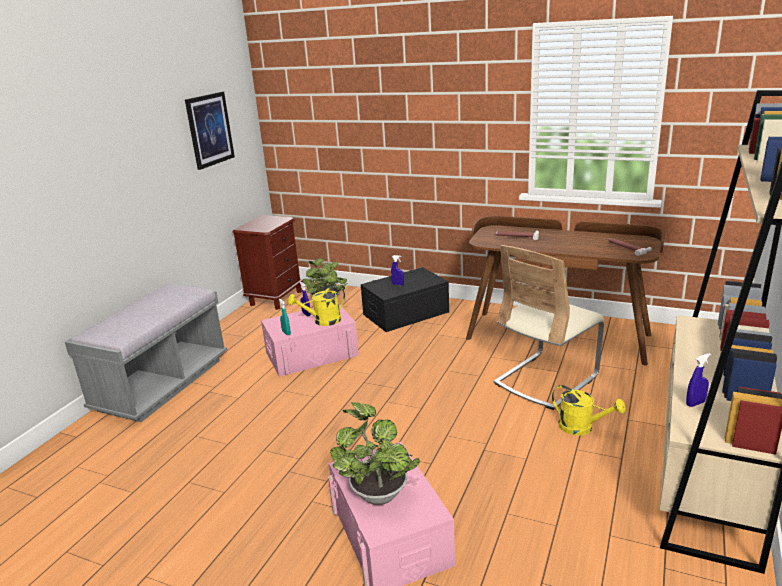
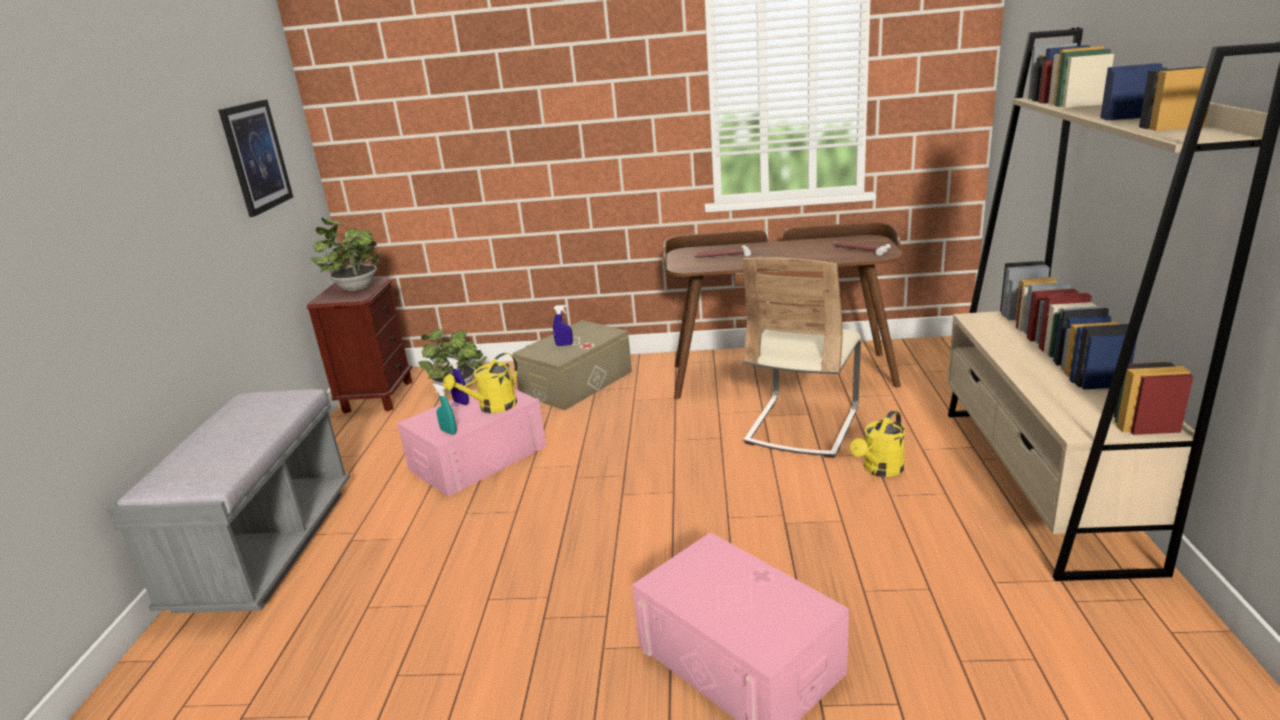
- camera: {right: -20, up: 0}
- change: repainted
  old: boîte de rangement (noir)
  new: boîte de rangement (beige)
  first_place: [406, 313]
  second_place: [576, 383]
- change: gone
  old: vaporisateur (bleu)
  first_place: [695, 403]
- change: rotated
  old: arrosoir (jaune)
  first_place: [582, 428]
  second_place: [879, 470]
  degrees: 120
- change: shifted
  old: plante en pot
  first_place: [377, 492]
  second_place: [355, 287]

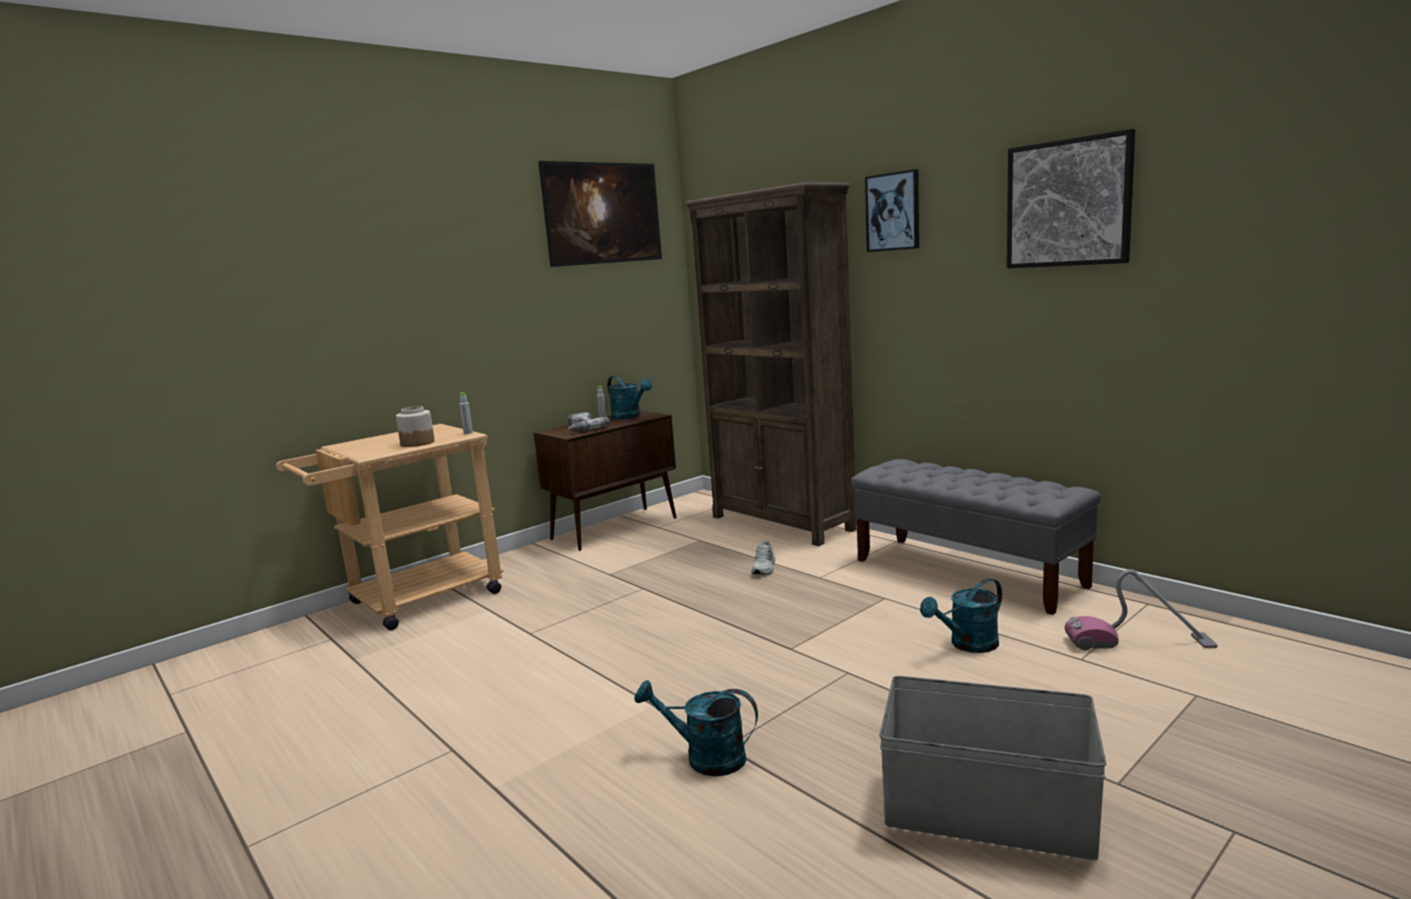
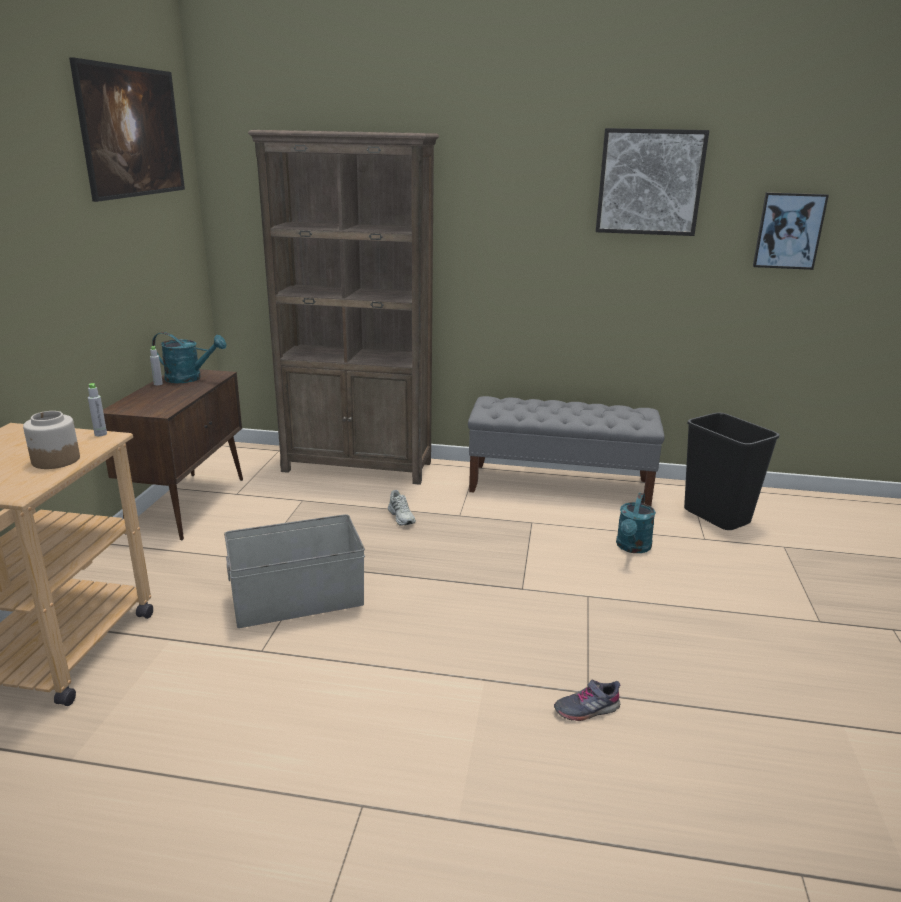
- camera: {right: -40, up: 10}
- change: shifted
  old: tableau
  first_place: [893, 212]
  second_place: [789, 231]
- change: gone
  old: perceuse
  first_place: [581, 428]
- change: swapped
  old: aspirateur
  new: poubelle (noir)
  first_place: [1138, 642]
  second_place: [717, 517]
- change: shifted
  old: boîte de rangement (gris)
  first_place: [988, 812]
  second_place: [298, 600]
- change: swapped
  old: arrosoir (turquoise)
  new: chaussure (gris)
  first_place: [705, 757]
  second_place: [586, 709]

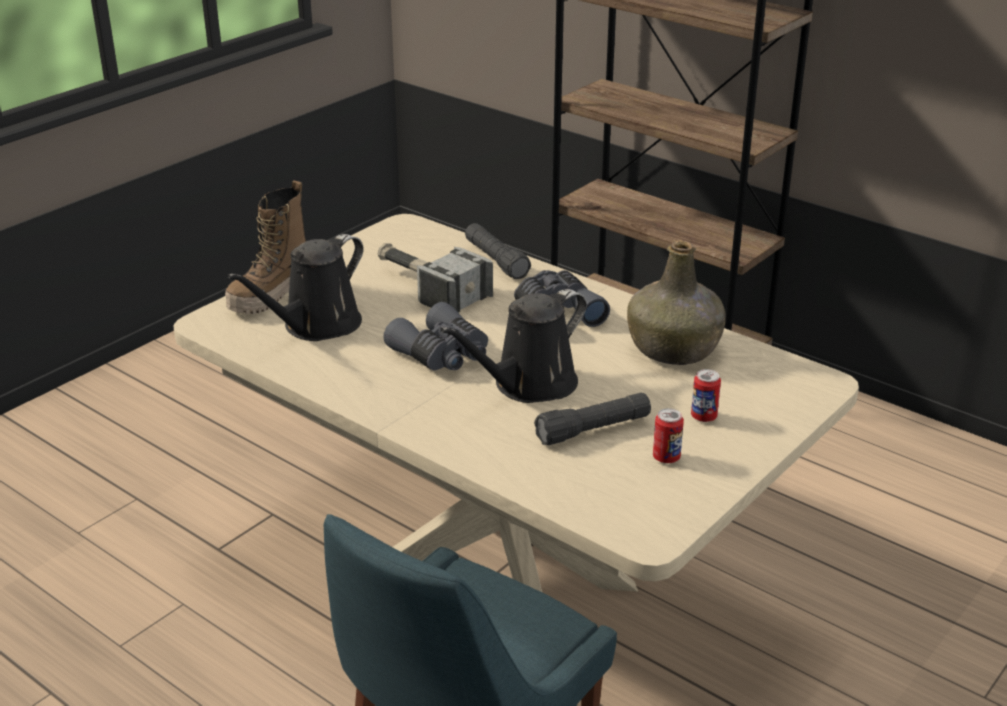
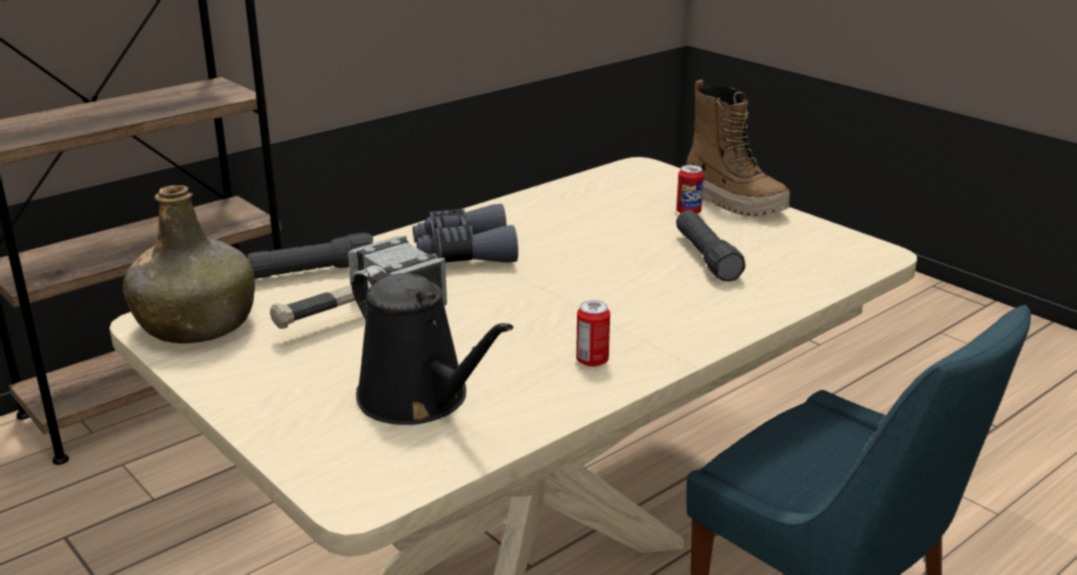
- camera: {right: -80, up: -5}
- change: shifted
  old: botte
  first_place: [270, 296]
  second_place: [734, 203]
- change: shifted
  old: bouteille (vert)
  first_place: [674, 348]
  second_place: [197, 324]
- change: gone
  old: arrosoir (noir)
  first_place: [529, 385]
- change: gone
  old: jumelles (gris)
  first_place: [442, 354]
- change: shifted
  old: boîte métallique
  first_place: [666, 457]
  second_place: [592, 361]

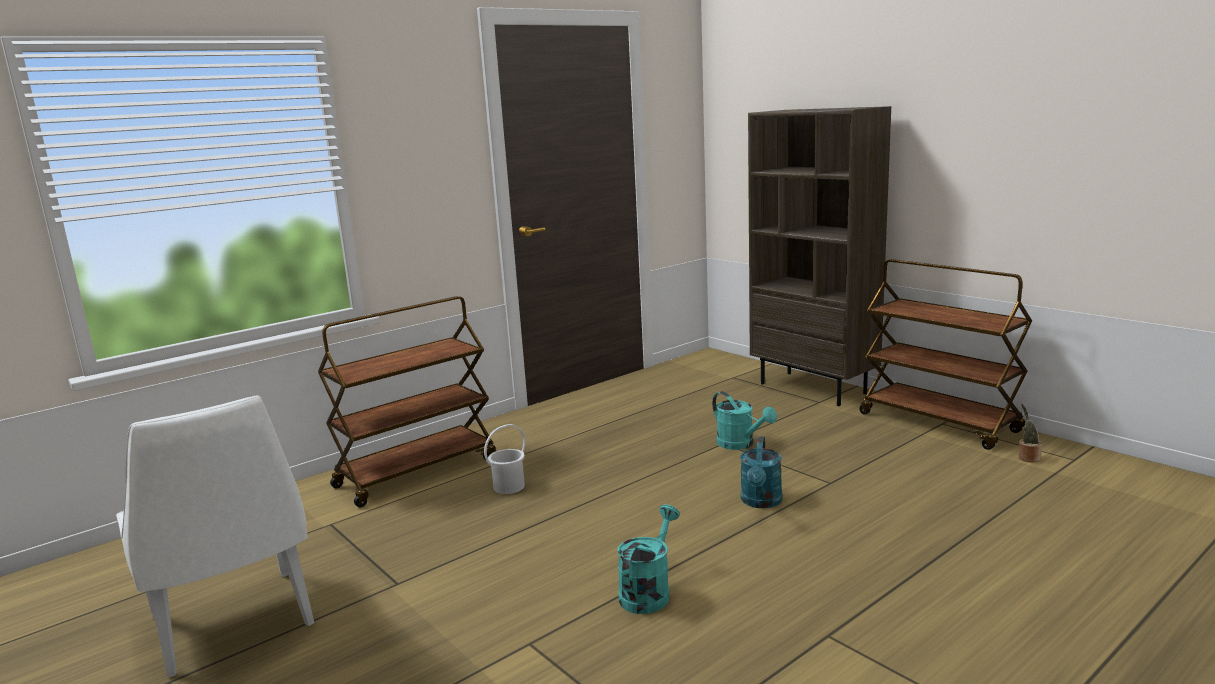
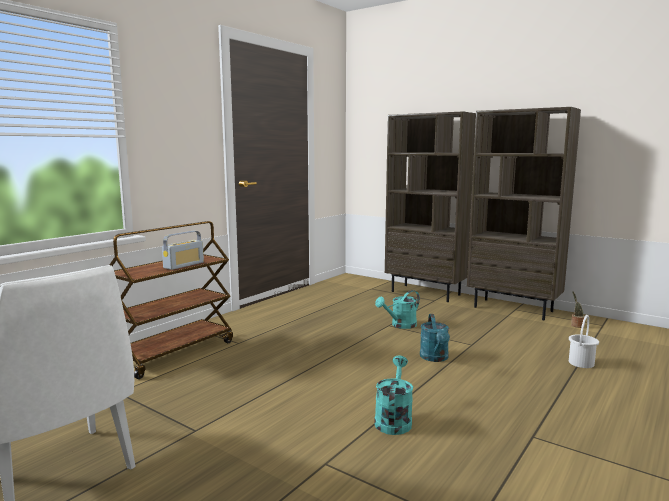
- camera: {right: -15, up: -5}
- change: swapped
  old: chariot (marron)
  new: bibliothèque (marron)
  first_place: [940, 423]
  second_place: [514, 309]
- change: rotated
  old: arrosoir (turquoise)
  first_place: [740, 444]
  second_place: [400, 325]
  degrees: 105
- change: shifted
  old: seau (blanc)
  first_place: [508, 486]
  second_place: [580, 363]
- change: new
  new: radio
  second_place: [184, 265]

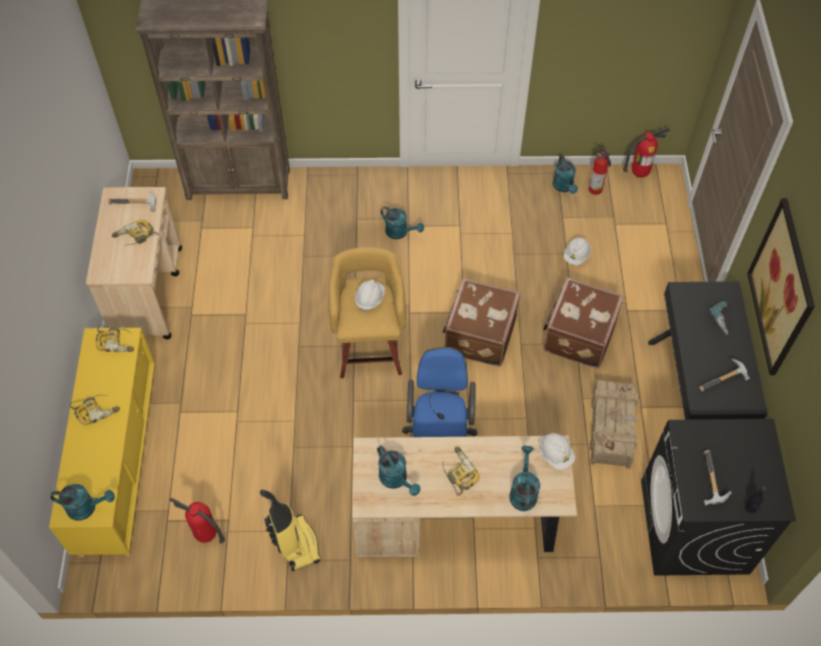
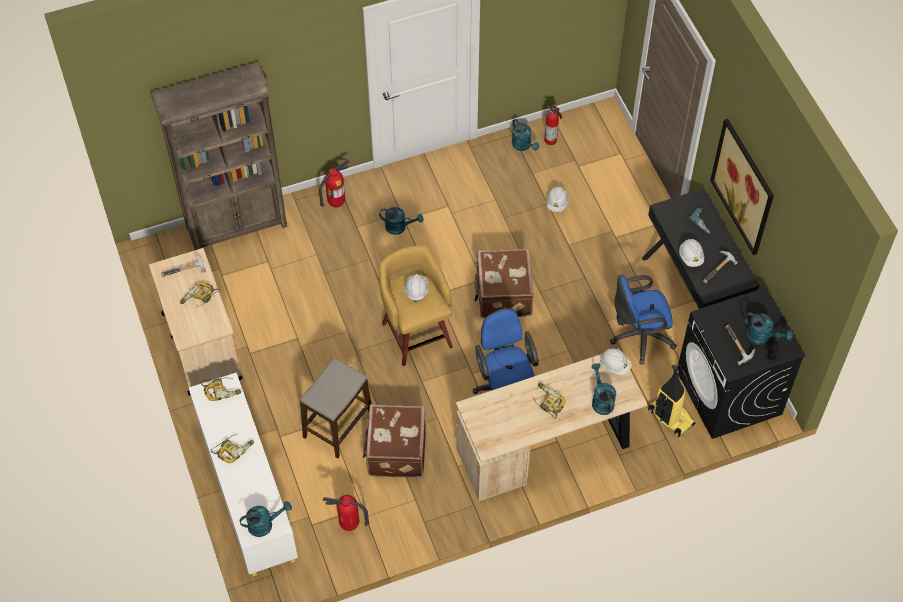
- camera: {right: -20, up: 0}
- change: shifted
  old: extincteur
  first_place: [639, 173]
  second_place: [336, 203]
- change: shifted
  old: valise (marron)
  first_place: [578, 335]
  second_place: [395, 451]
- change: repainted
  old: meuble de rangement (jaune)
  new: meuble de rangement (blanc)
  first_place: [118, 460]
  second_place: [247, 492]
- change: swapped
  old: caisse
  new: chaise de bureau (bleu)
  first_place: [612, 428]
  second_place: [639, 337]
- change: shifted
  old: arrosoir (turquoise)
  first_place: [396, 480]
  second_place: [762, 337]
- change: shifted
  old: aspirateur
  first_place: [296, 544]
  second_place: [669, 417]
- change: new
  new: casque de chantier (blanc)
  second_place: [690, 257]
- change: new
  new: tabouret
  second_place: [337, 425]

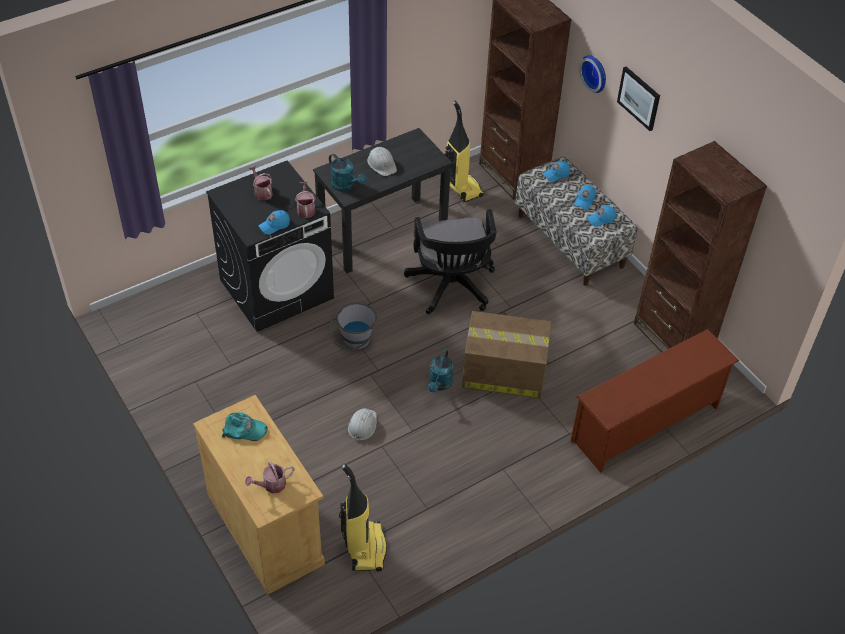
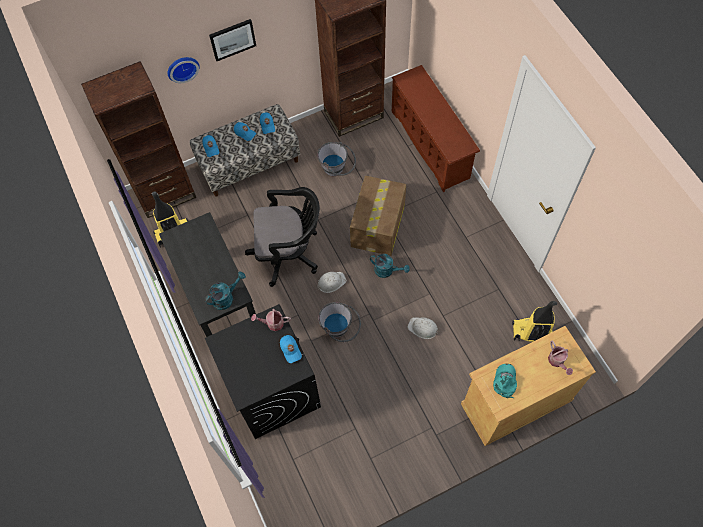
- camera: {right: -80, up: 15}
- change: shifted
  old: casque de chantier (blanc)
  first_place: [382, 164]
  second_place: [331, 282]
- change: gone
  old: arrosoir
  first_place: [262, 192]
- change: new
  new: seau (gris)
  second_place: [337, 170]

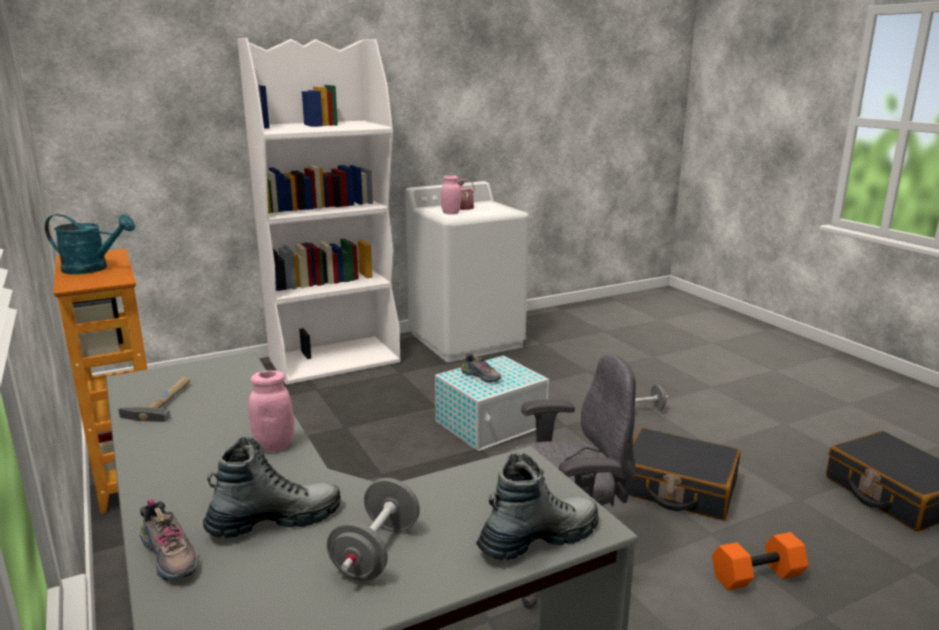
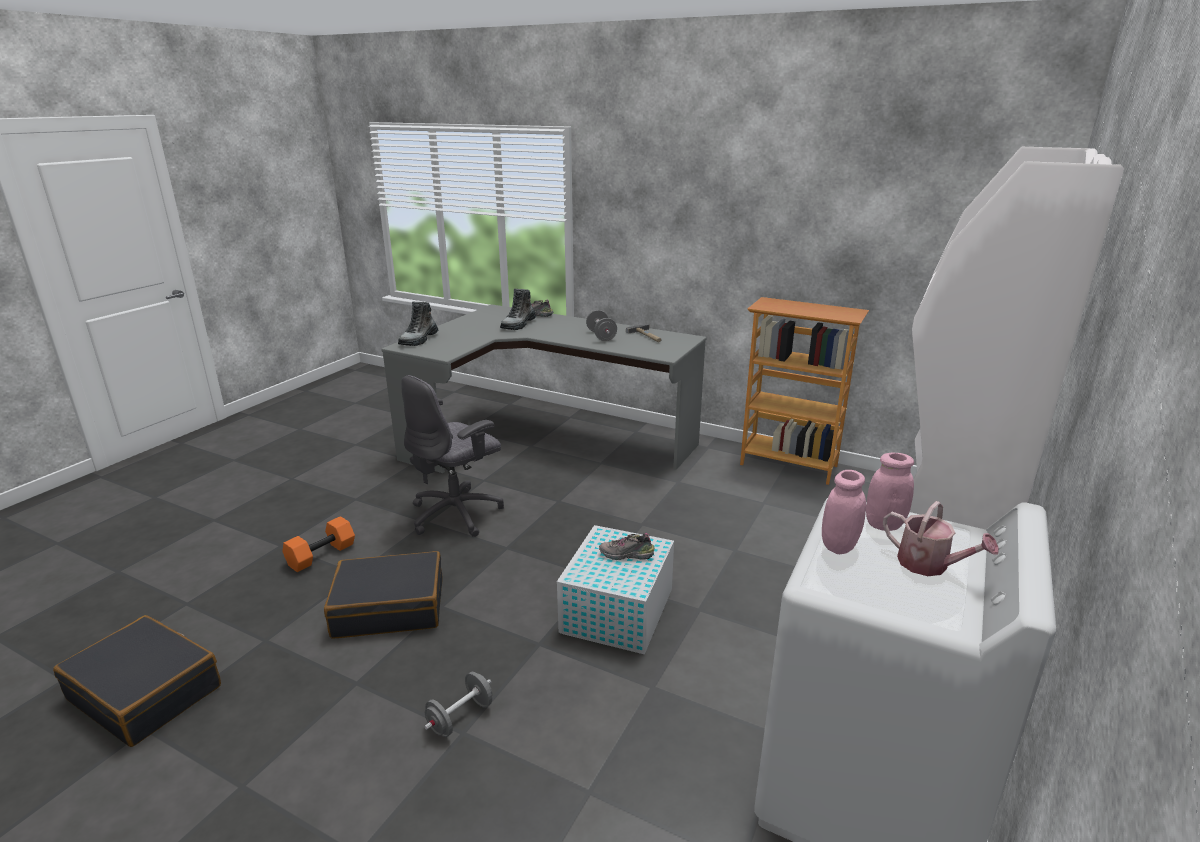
- camera: {right: 145, up: 5}
- change: gone
  old: arrosoir (turquoise)
  first_place: [93, 269]
- change: shifted
  old: bocal (rose)
  first_place: [274, 445]
  second_place: [839, 546]
- change: shifted
  old: haltère (gris)
  first_place: [376, 552]
  second_place: [601, 336]

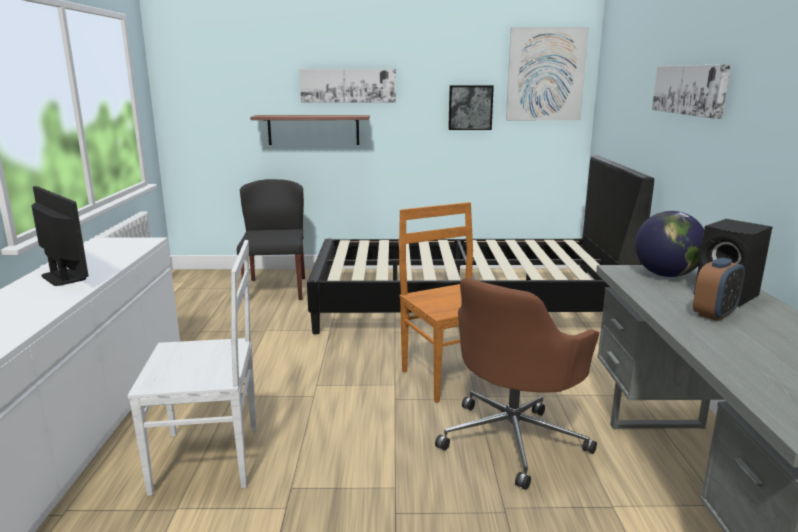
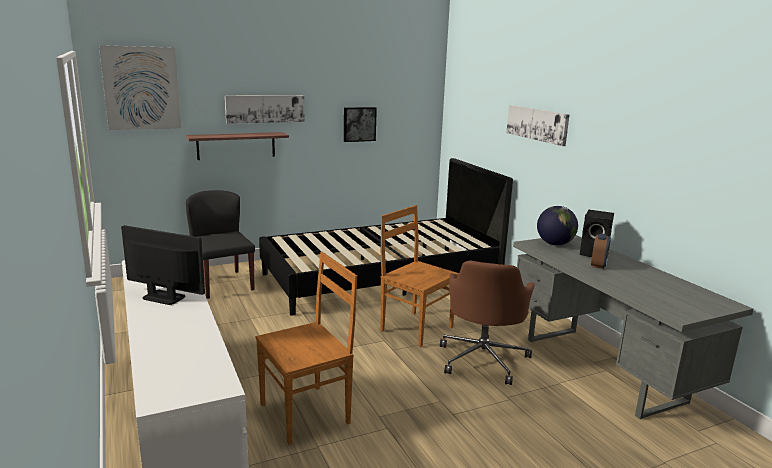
- camera: {right: -25, up: 0}
- change: shifted
  old: tableau
  first_place: [546, 74]
  second_place: [141, 88]
- change: repainted
  old: chaise (blanc)
  new: chaise (marron)
  first_place: [210, 459]
  second_place: [307, 413]

